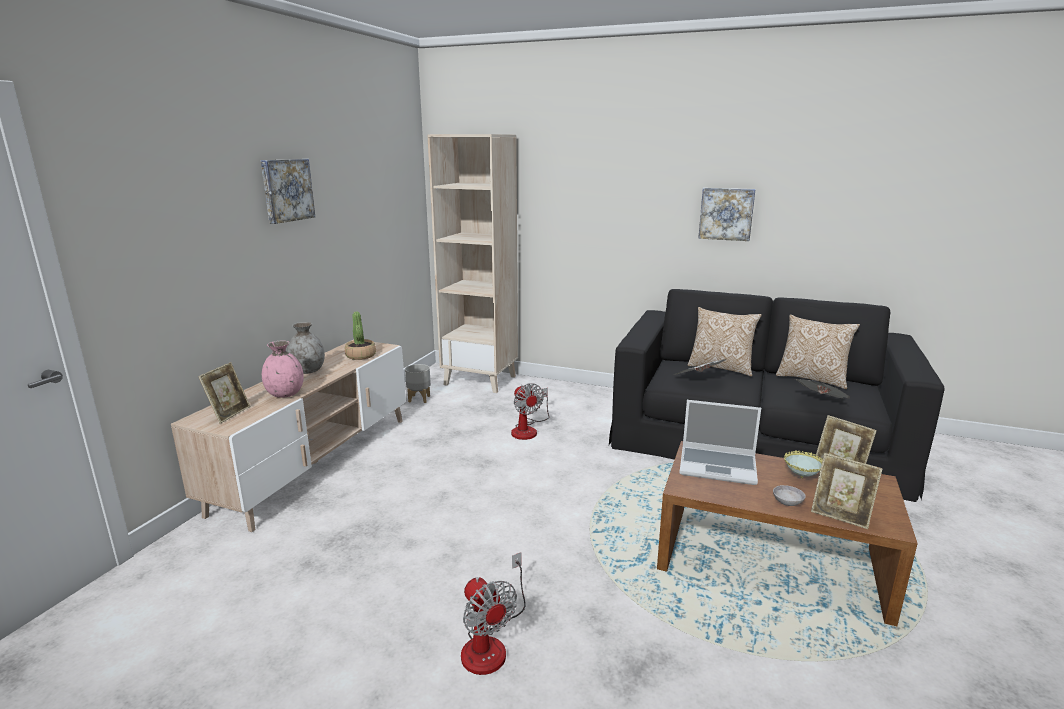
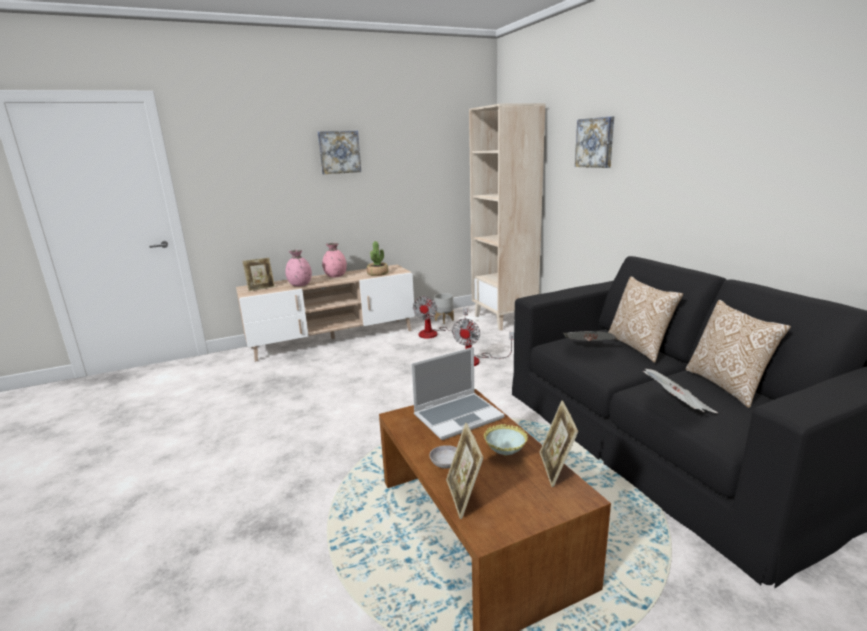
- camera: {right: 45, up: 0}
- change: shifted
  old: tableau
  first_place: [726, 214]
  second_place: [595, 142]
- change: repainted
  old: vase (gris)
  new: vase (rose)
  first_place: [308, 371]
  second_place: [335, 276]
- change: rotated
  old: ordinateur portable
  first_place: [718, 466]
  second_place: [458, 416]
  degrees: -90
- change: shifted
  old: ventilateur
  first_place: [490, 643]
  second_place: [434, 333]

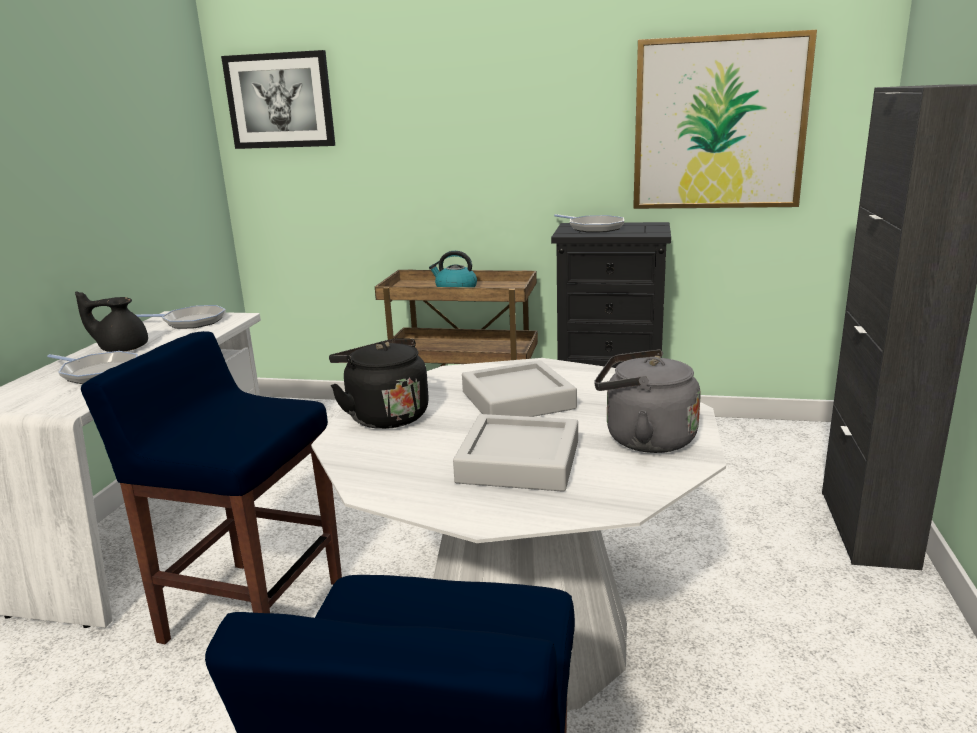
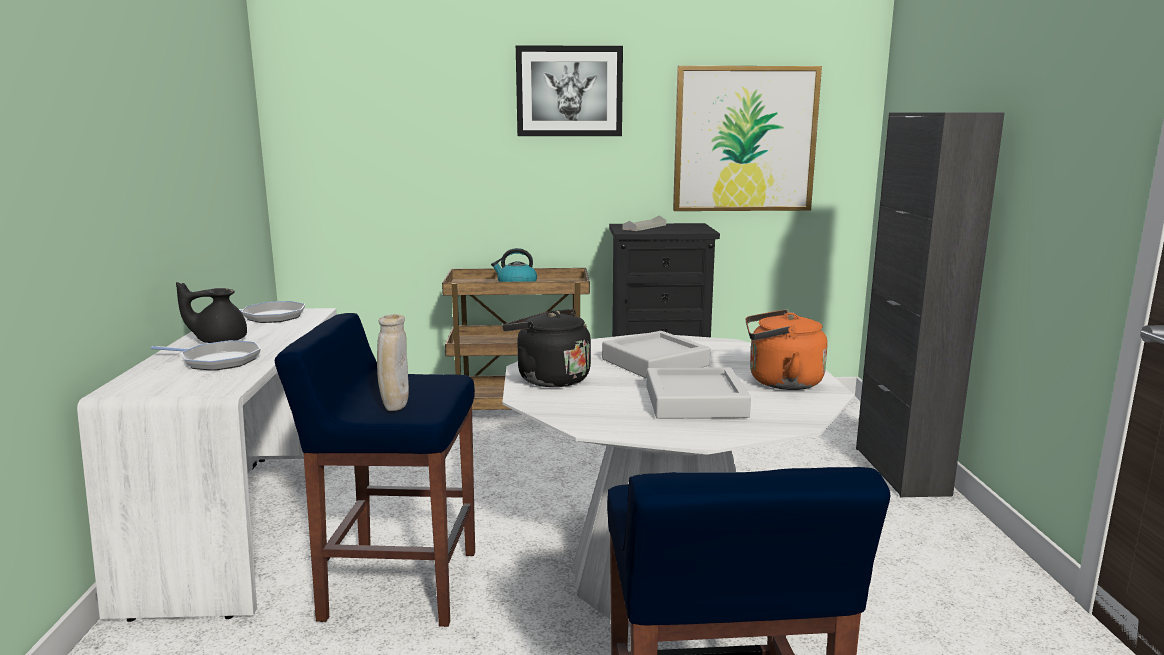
- camera: {right: -15, up: -5}
- change: shifted
  old: tableau
  first_place: [280, 101]
  second_place: [569, 91]
- change: swapped
  old: poêle
  new: plateau (gris)
  first_place: [593, 228]
  second_place: [644, 227]
- change: repainted
  old: bouilloire (gris)
  new: bouilloire (orange)
  first_place: [643, 439]
  second_place: [780, 382]
- change: new
  new: vase (beige)
  second_place: [395, 408]

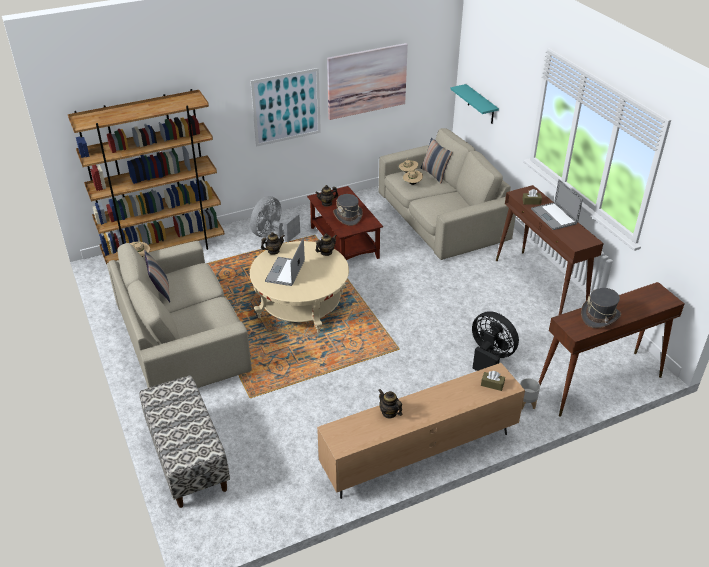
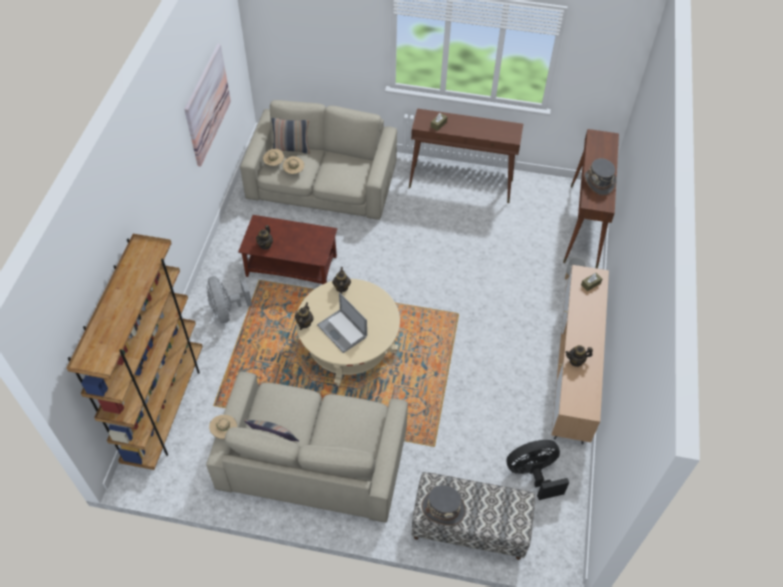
- camera: {right: -55, up: 15}
- change: gone
  old: tableau
  first_place: [286, 107]
- change: gone
  old: étagère (turquoise)
  first_place: [481, 105]
- change: gone
  old: ordinateur portable
  first_place: [554, 216]
- change: shifted
  old: chapeau (gris)
  first_place: [348, 216]
  second_place: [443, 508]
- change: shifted
  old: ventilateur (noir)
  first_place: [490, 357]
  second_place: [533, 474]

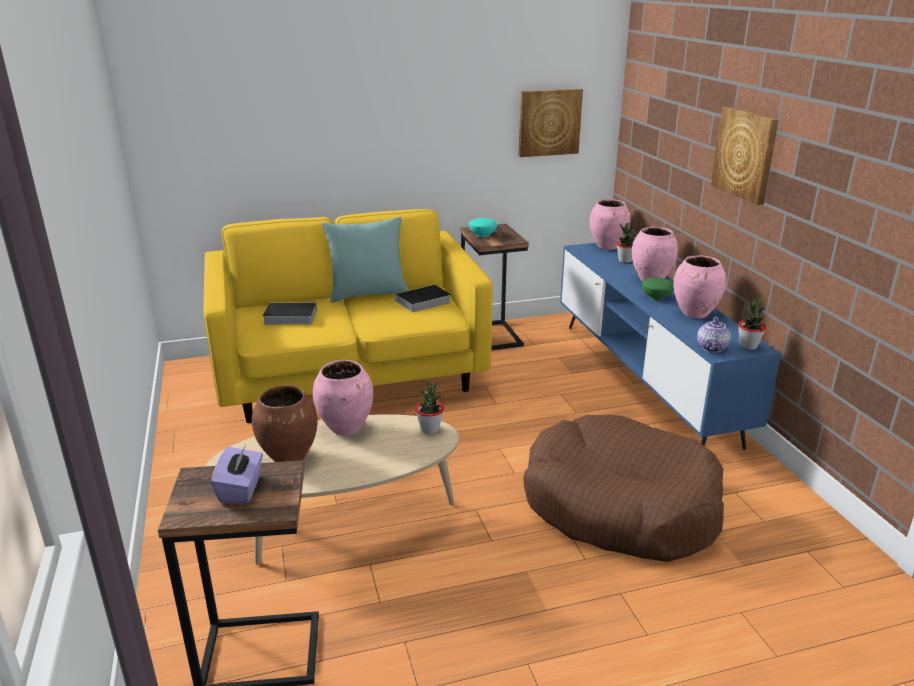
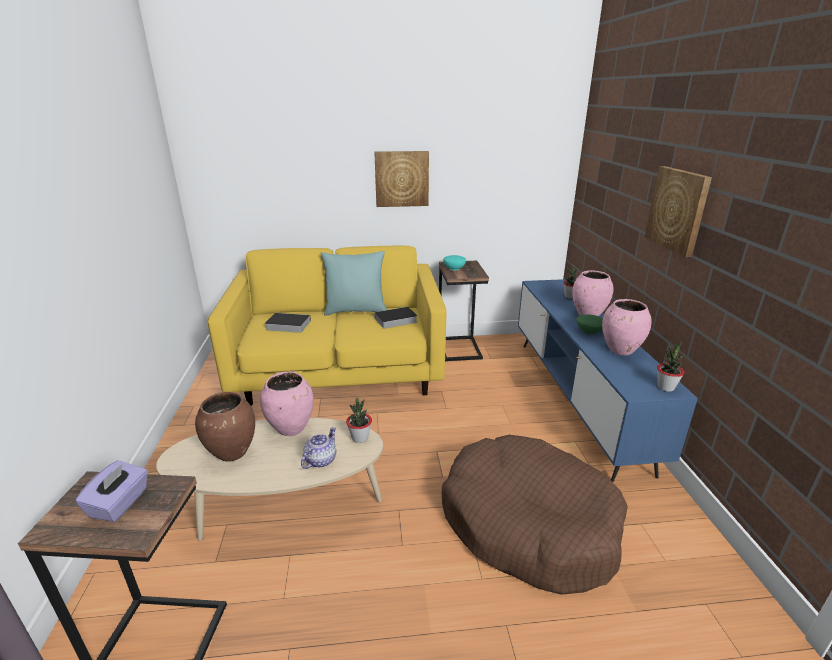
- camera: {right: 10, up: 0}
- change: shifted
  old: tableau
  first_place: [549, 122]
  second_place: [401, 179]
- change: gone
  old: vase (rose)
  first_place: [608, 247]
- change: shifted
  old: théière
  first_place: [711, 348]
  second_place: [320, 460]

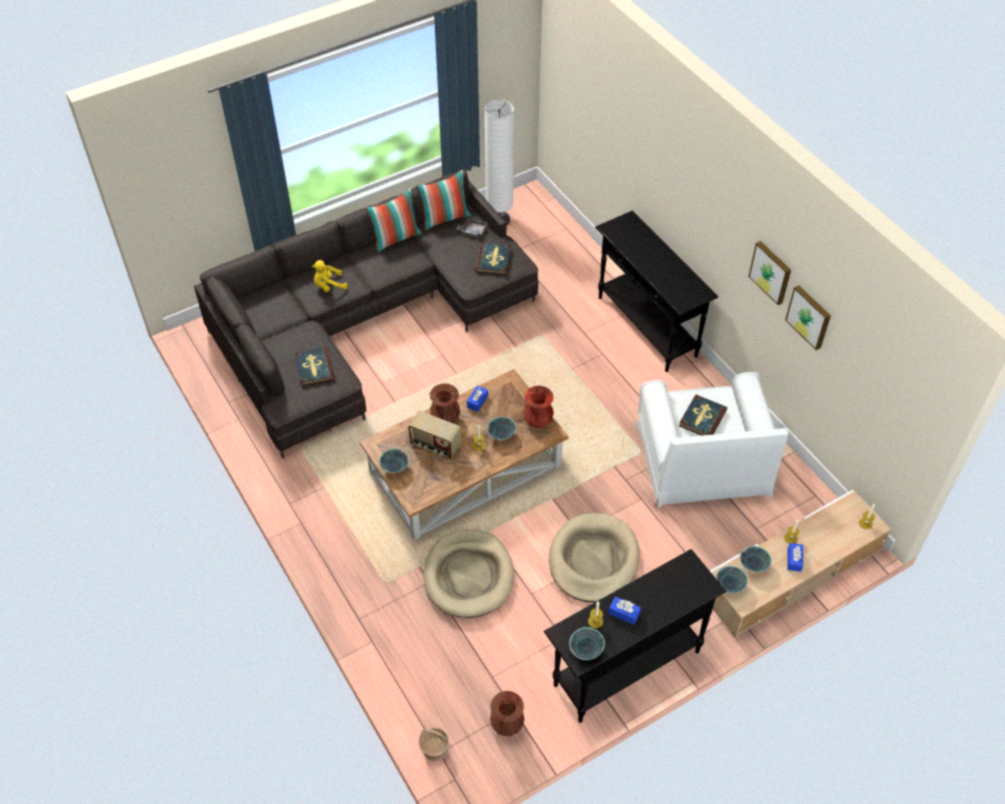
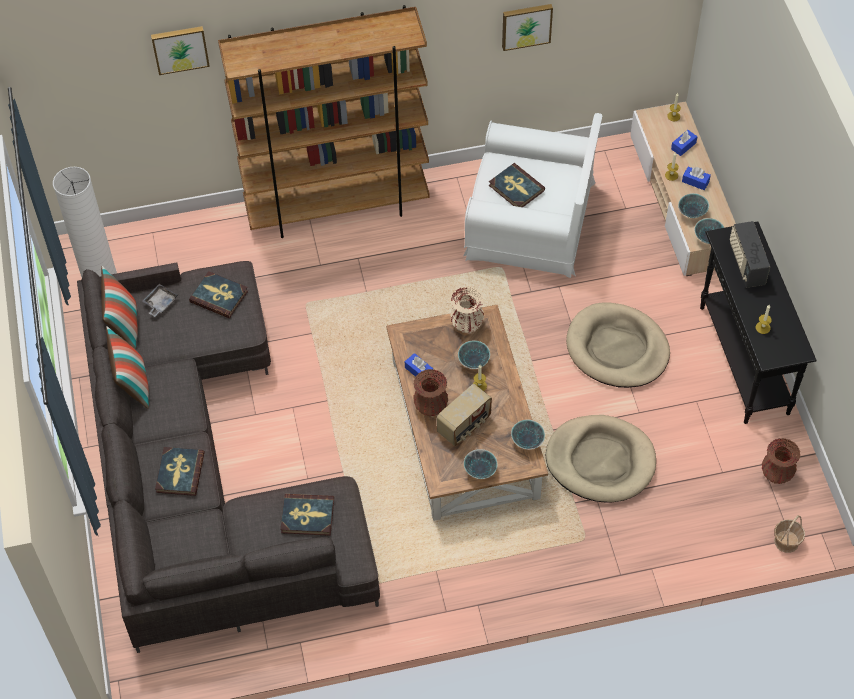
- camera: {right: -70, up: 5}
- change: swapped
  old: table console (noir)
  new: bibliothèque (marron)
  first_place: [647, 327]
  second_place: [337, 207]
- change: shifted
  old: tableau
  first_place: [771, 272]
  second_place: [180, 48]
- change: swapped
  old: peluche (jaune)
  new: livre
  first_place: [329, 286]
  second_place: [180, 472]
- change: repainted
  old: vase (rouge)
  new: vase (beige)
  first_place: [538, 421]
  second_place: [467, 324]
- change: shifted
  old: boîte à mouchoirs (bleu)
  first_place: [624, 613]
  second_place: [683, 146]
- change: shifted
  old: bol
  first_place: [586, 650]
  second_place: [527, 441]
- change: new
  new: radio
  second_place: [746, 265]

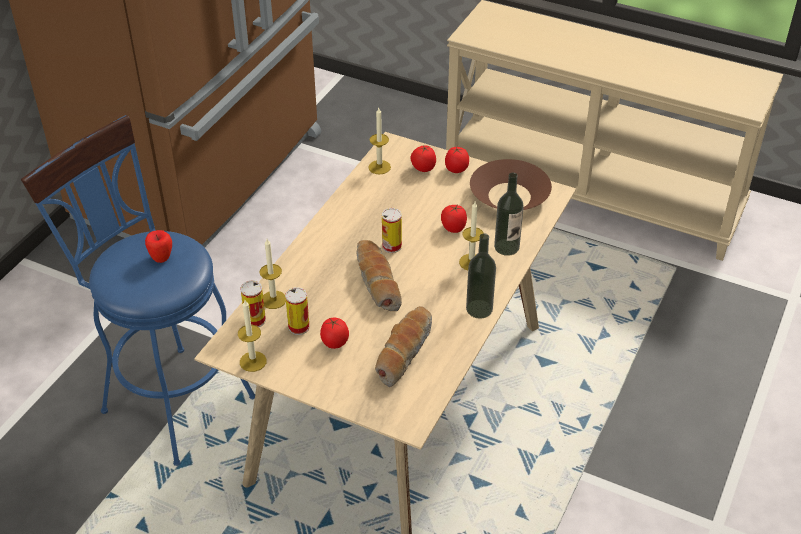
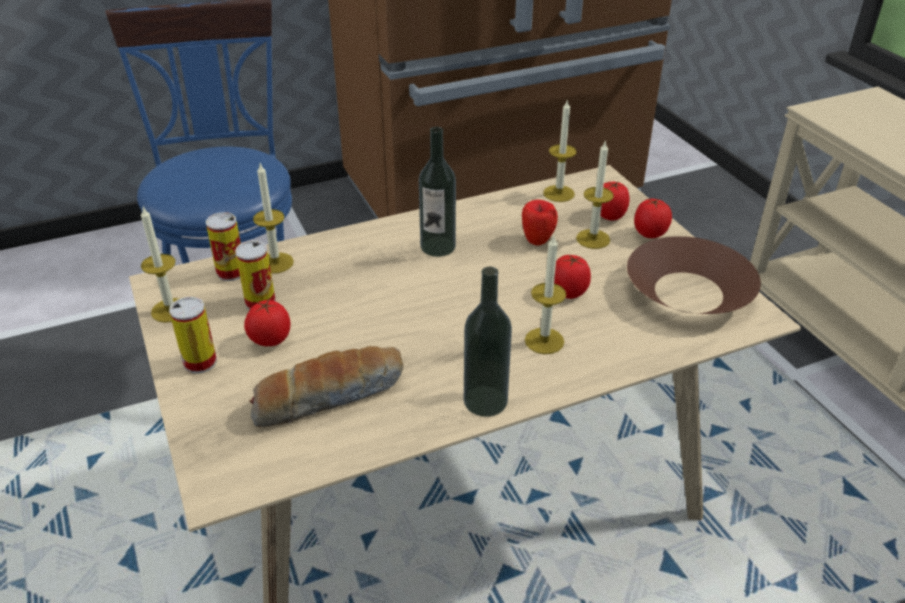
- camera: {right: 40, up: -5}
- change: shifted
  old: bouteille
  first_place: [506, 247]
  second_place: [438, 246]
- change: shifted
  old: boîte métallique
  first_place: [392, 246]
  second_place: [200, 362]
- change: shifted
  old: pomme
  first_place: [161, 258]
  second_place: [537, 240]
- change: gone
  old: pain
  first_place: [376, 282]
- change: new
  new: bougie
  second_place: [593, 239]

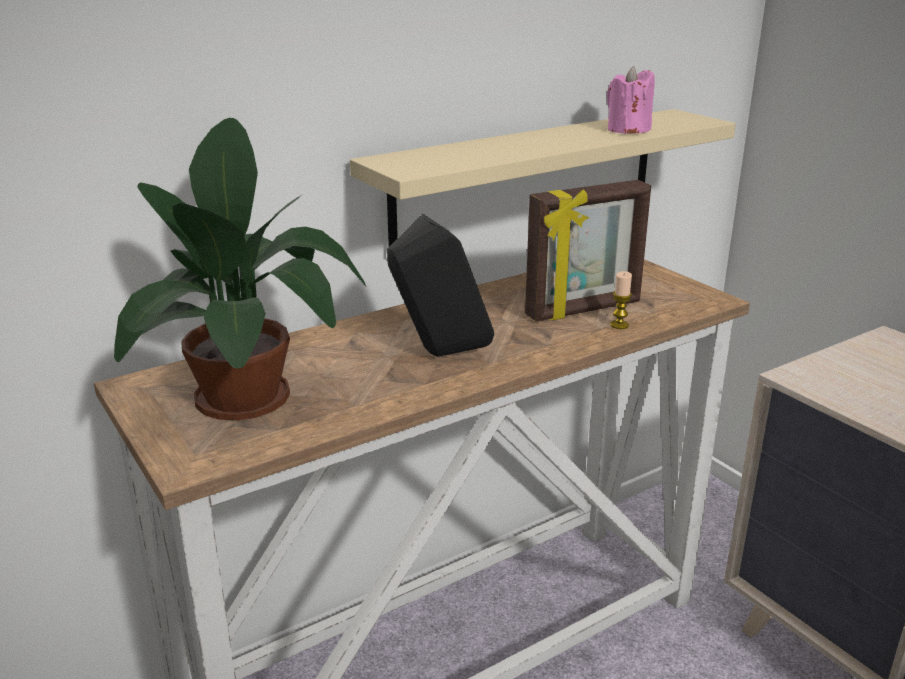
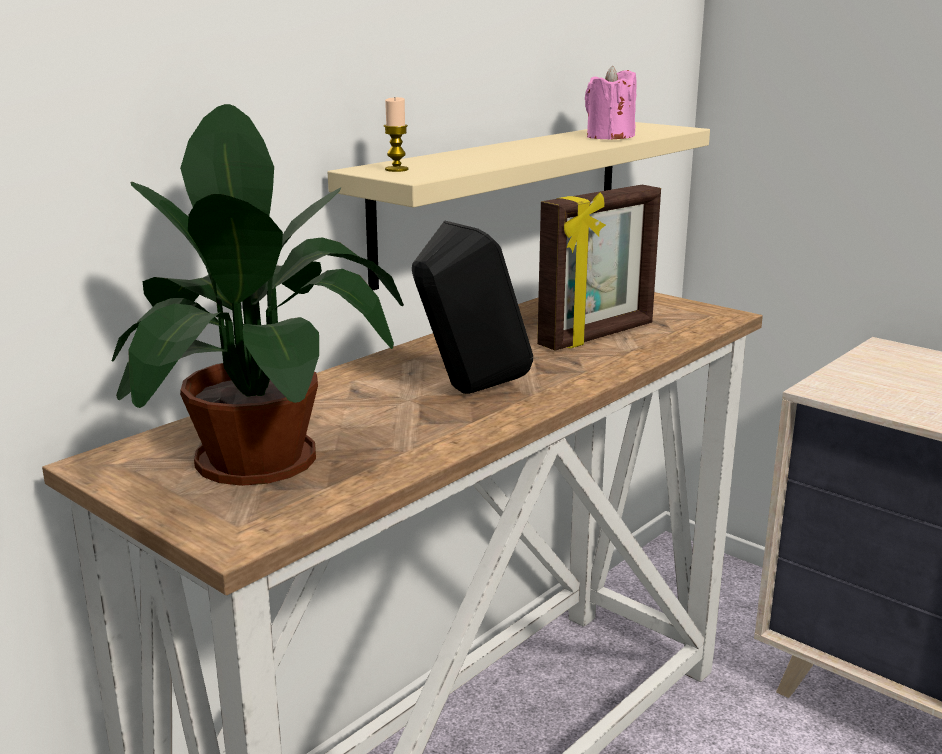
- camera: {right: -15, up: -5}
- change: shifted
  old: bougie
  first_place: [619, 325]
  second_place: [396, 169]

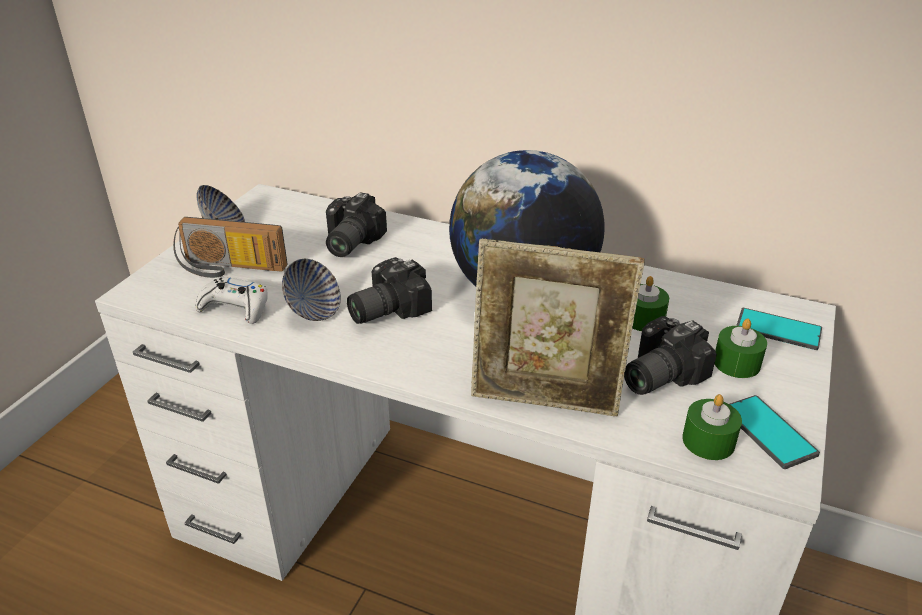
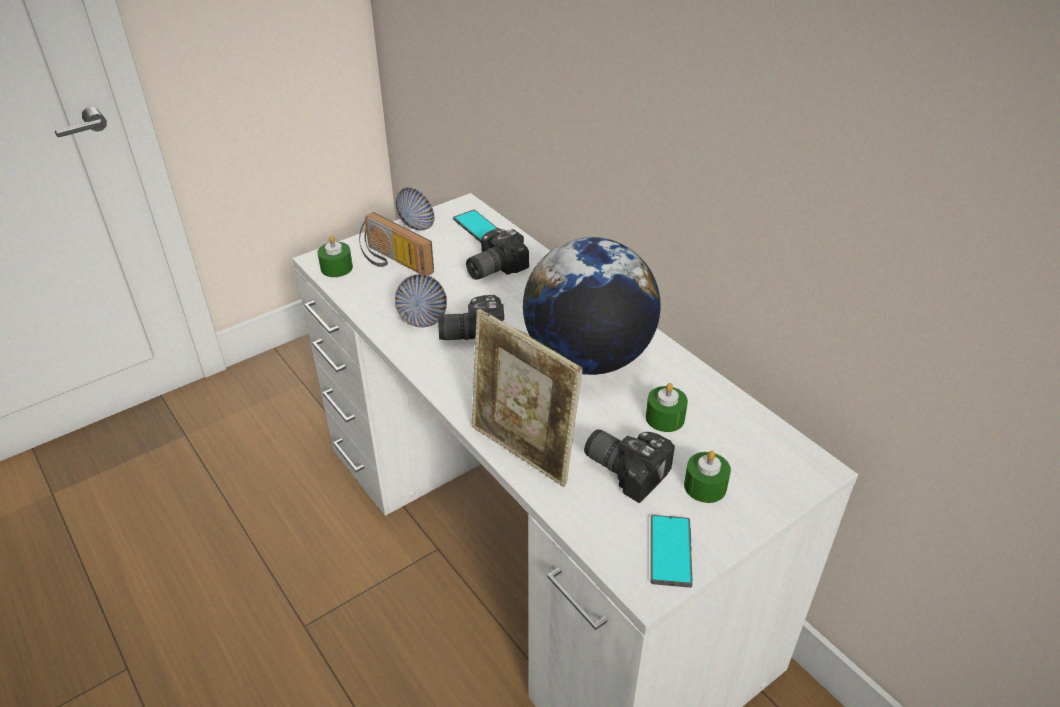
- camera: {right: 30, up: 5}
- change: gone
  old: manette (blanc)
  first_place: [235, 308]
- change: shifted
  old: téléphone
  first_place: [778, 330]
  second_place: [477, 227]
- change: rotated
  old: appareil photo
  first_place: [656, 374]
  second_place: [627, 468]
  degrees: 45
- change: shifted
  old: bougie (vert)
  first_place: [708, 441]
  second_place: [336, 268]

